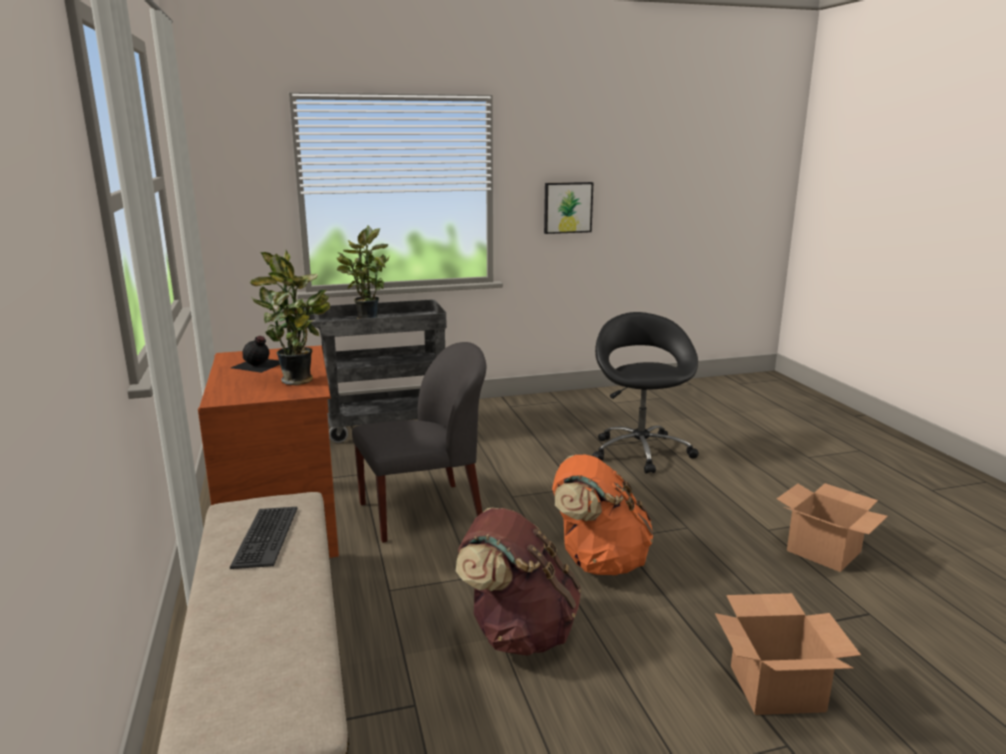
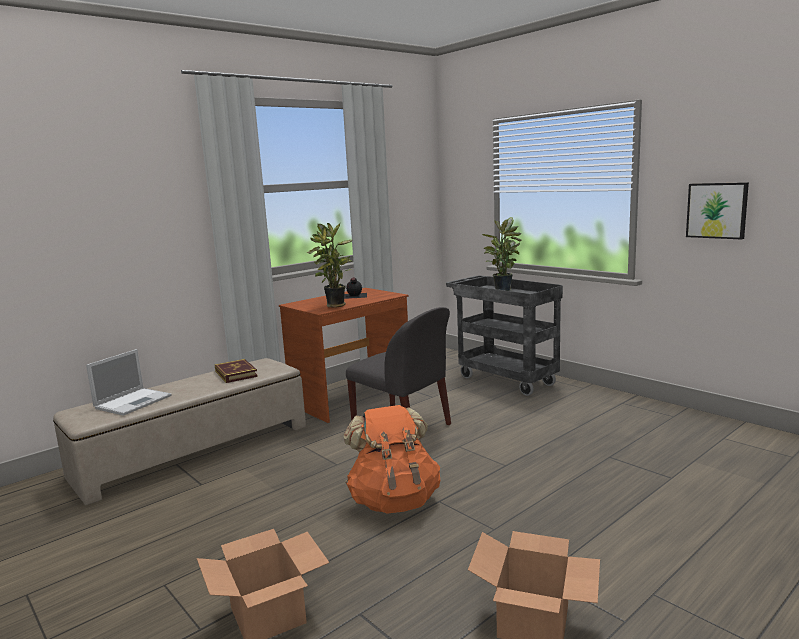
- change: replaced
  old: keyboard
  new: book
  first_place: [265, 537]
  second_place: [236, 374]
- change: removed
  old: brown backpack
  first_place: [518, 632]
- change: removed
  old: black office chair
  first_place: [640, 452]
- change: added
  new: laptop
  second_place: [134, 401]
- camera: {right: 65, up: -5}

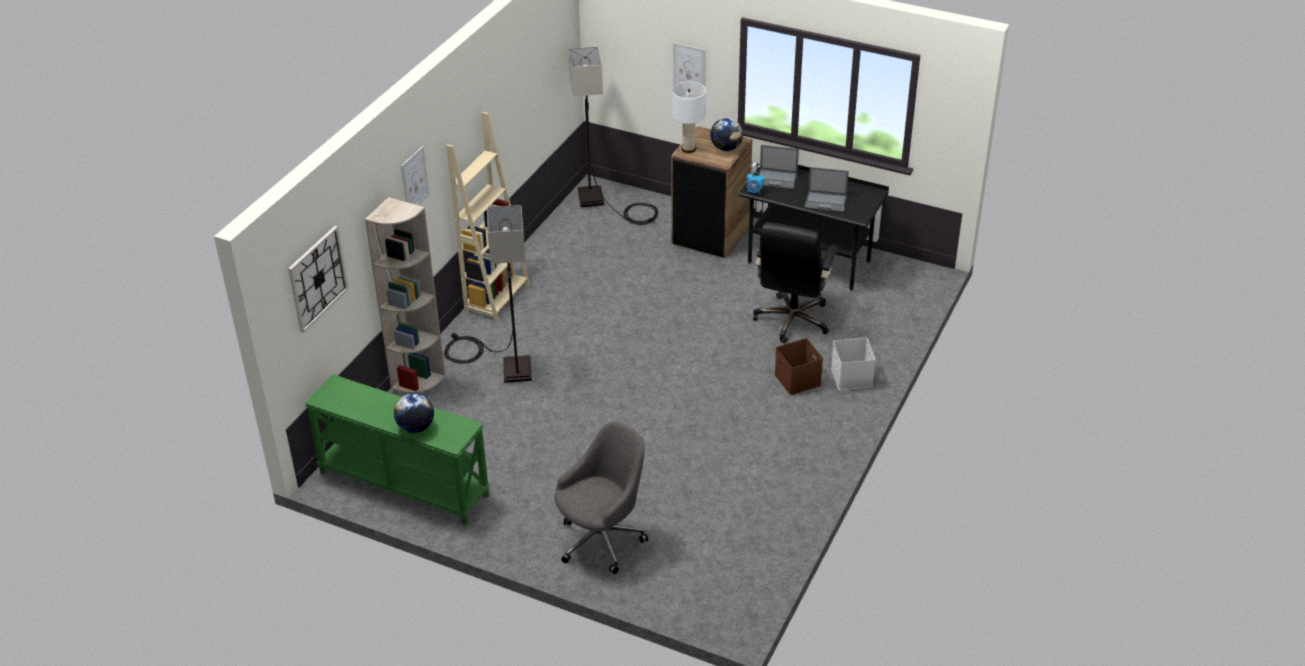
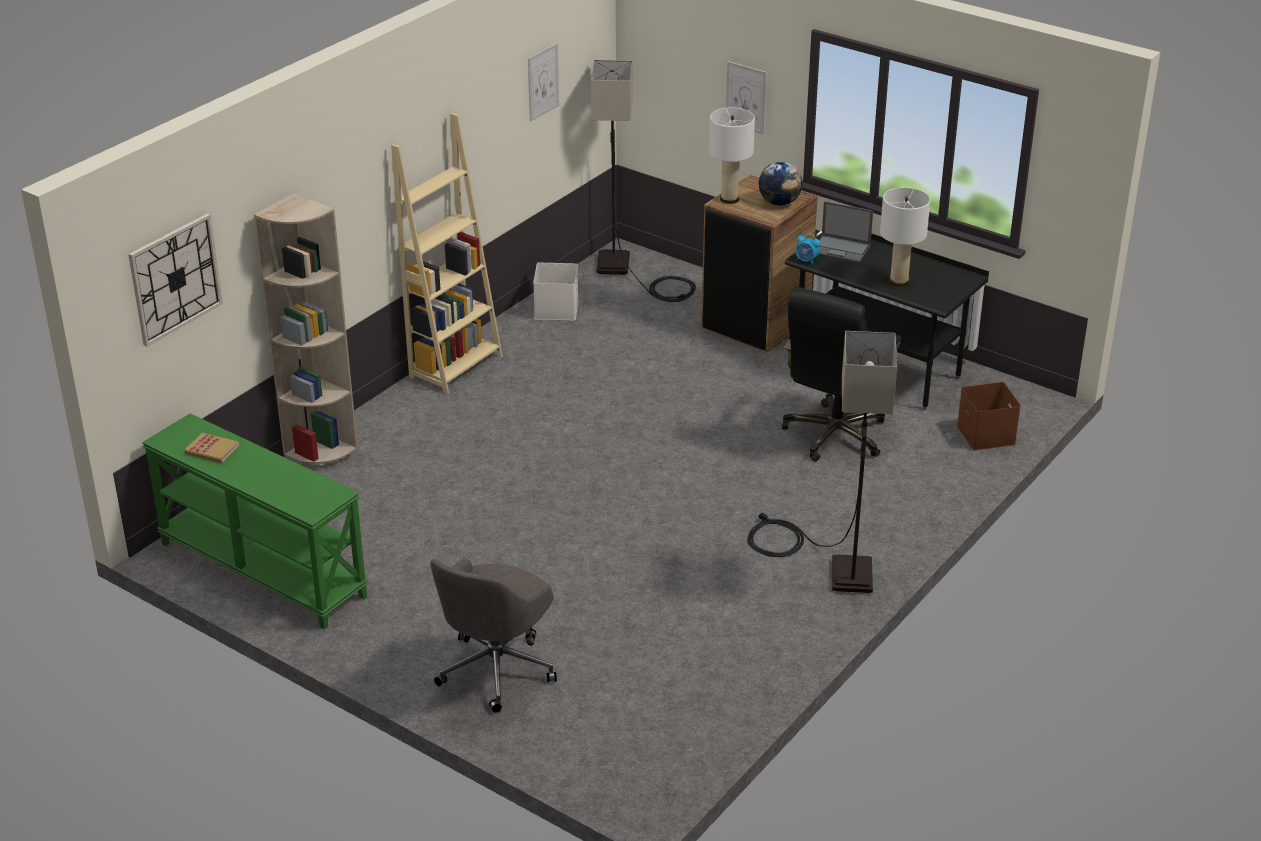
- change: removed
  old: globe
  first_place: [416, 427]
- change: moved
  old: picture
  first_place: [414, 180]
  second_place: [543, 82]
- change: moved
  old: floor lamp
  first_place: [488, 359]
  second_place: [810, 555]
- change: turned
  old: grey office chair
  first_place: [602, 540]
  second_place: [496, 671]
  degrees: 150
- change: moved
  old: brown storage box
  first_place: [798, 380]
  second_place: [987, 435]
- change: replaced
  old: laptop
  new: white table lamp
  first_place: [826, 202]
  second_place: [899, 281]
- change: moved
  old: white storage box
  first_place: [852, 377]
  second_place: [557, 309]
- change: added
  new: book
  second_place: [212, 450]
- camera: {right: 10, up: -5}

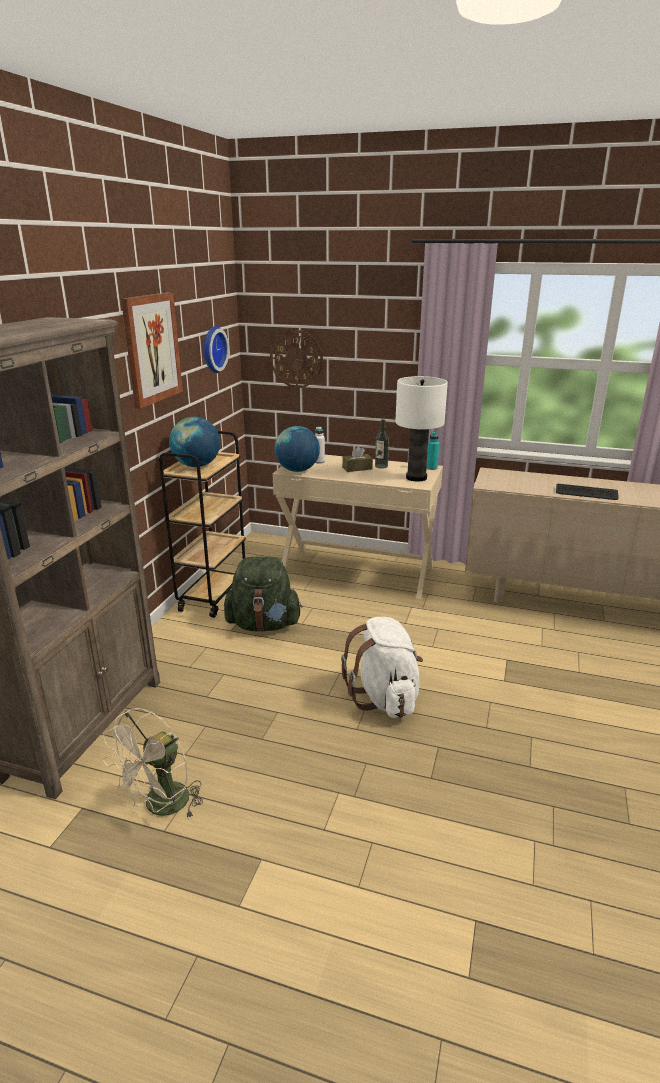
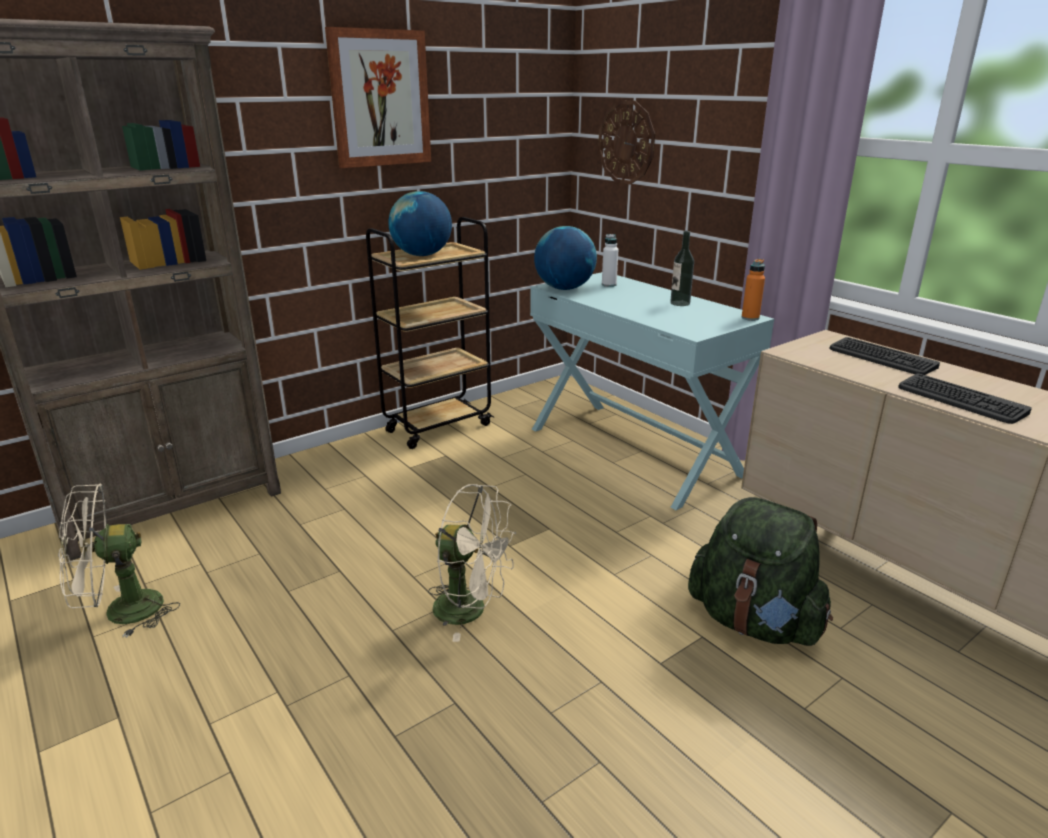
- change: removed
  old: wall clock
  first_place: [212, 349]
- change: moved
  old: green backpack
  first_place: [263, 625]
  second_place: [754, 622]
- change: recoloured
  old: beige desk
  new: turquoise desk
  first_place: [357, 571]
  second_place: [633, 451]
- change: replaced
  old: white backpack
  new: beige fan
  first_place: [385, 698]
  second_place: [471, 610]
- change: removed
  old: brown tissue box
  first_place: [357, 468]
- change: removed
  old: white table lamp
  first_place: [416, 477]
- change: recoloured
  old: turquoise bottle
  new: orange bottle
  first_place: [432, 468]
  second_place: [750, 318]
- change: added
  new: keyboard
  second_place: [881, 358]
- camera: {right: 35, up: 0}

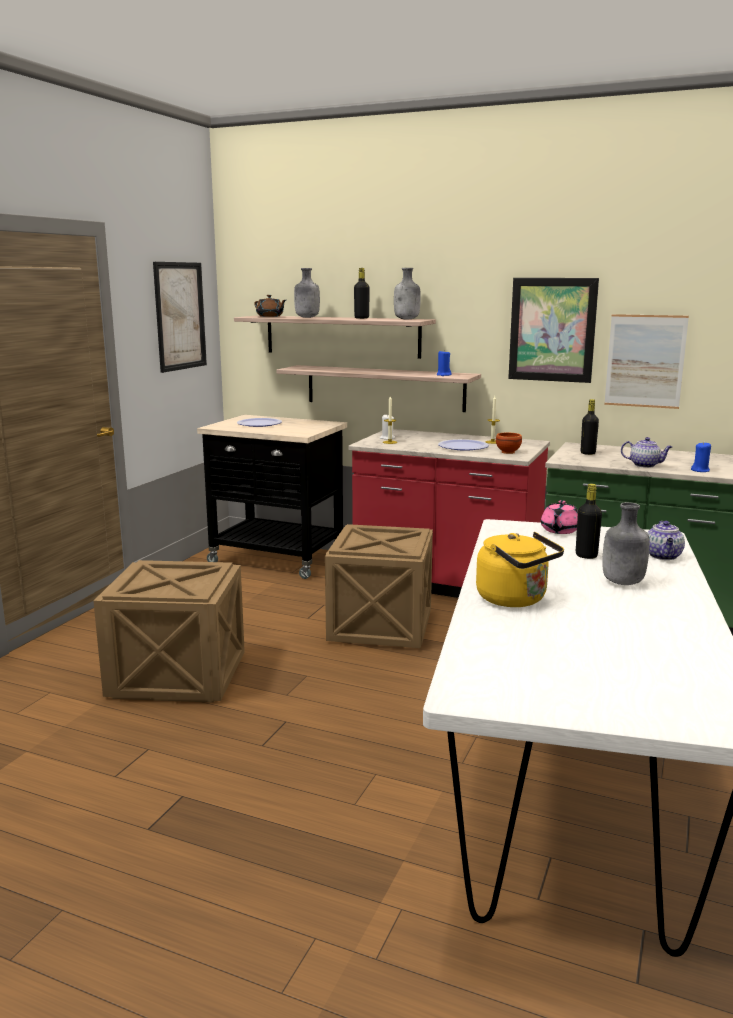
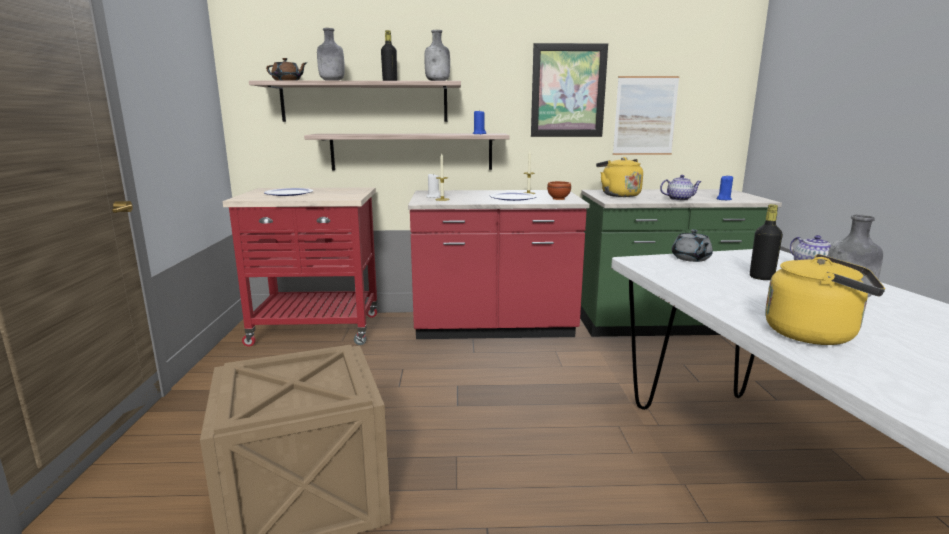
- change: removed
  old: picture
  first_place: [180, 316]
- change: recoloured
  old: black cart
  new: red cart
  first_place: [277, 559]
  second_place: [317, 330]
- change: removed
  old: crate
  first_place: [381, 625]
- change: recoloured
  old: pink teapot
  new: grey teapot
  first_place: [559, 530]
  second_place: [691, 259]
- change: replaced
  old: black bottle
  new: yellow kettle
  first_place: [588, 453]
  second_place: [618, 195]
- camera: {right: -25, up: 0}

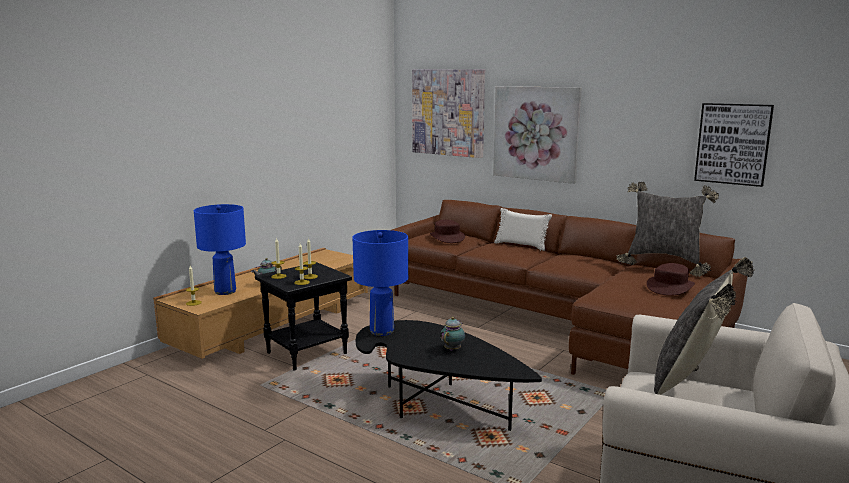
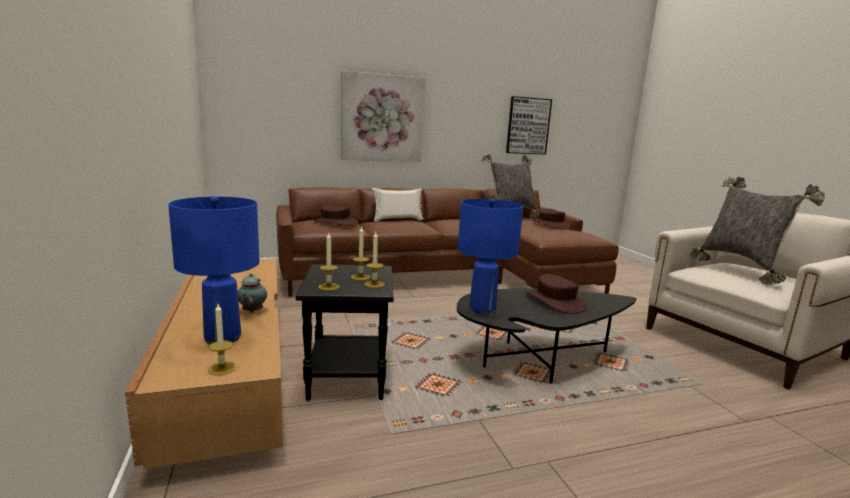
- change: removed
  old: picture
  first_place: [448, 112]
- change: replaced
  old: teapot
  new: brown hat
  first_place: [453, 349]
  second_place: [555, 301]
- camera: {right: -55, up: 0}

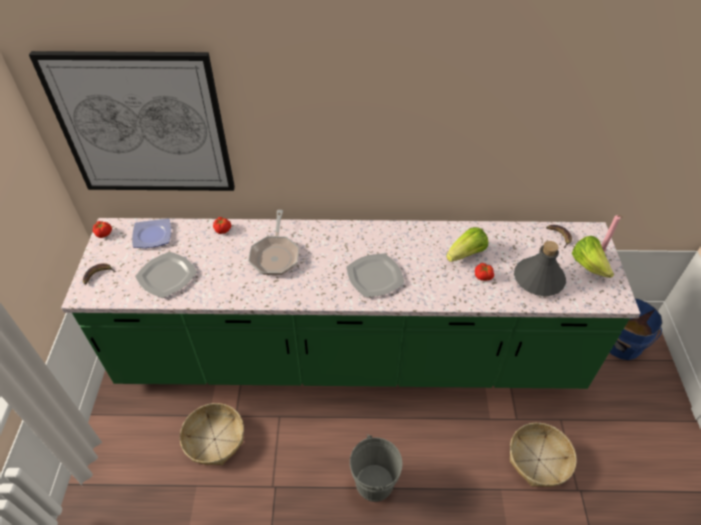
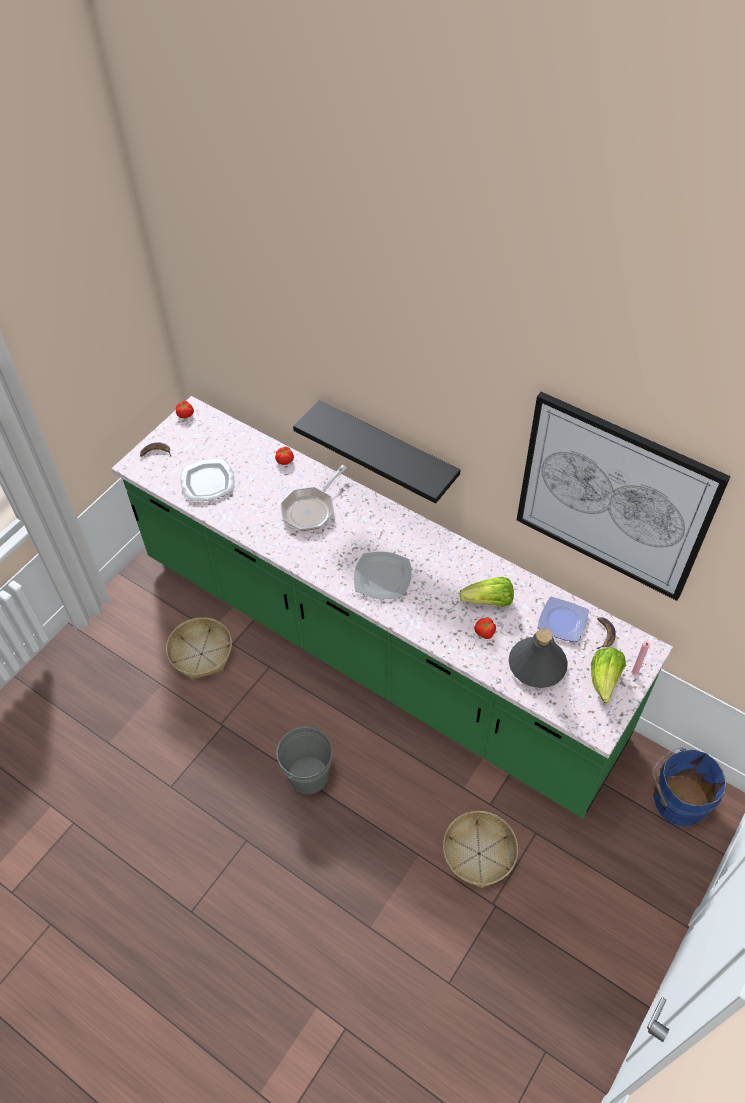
- change: moved
  old: picture
  first_place: [143, 125]
  second_place: [613, 498]
- change: moved
  old: plate
  first_place: [153, 235]
  second_place: [563, 621]
- change: added
  new: black shelf
  second_place: [387, 450]
- camera: {right: 35, up: 5}

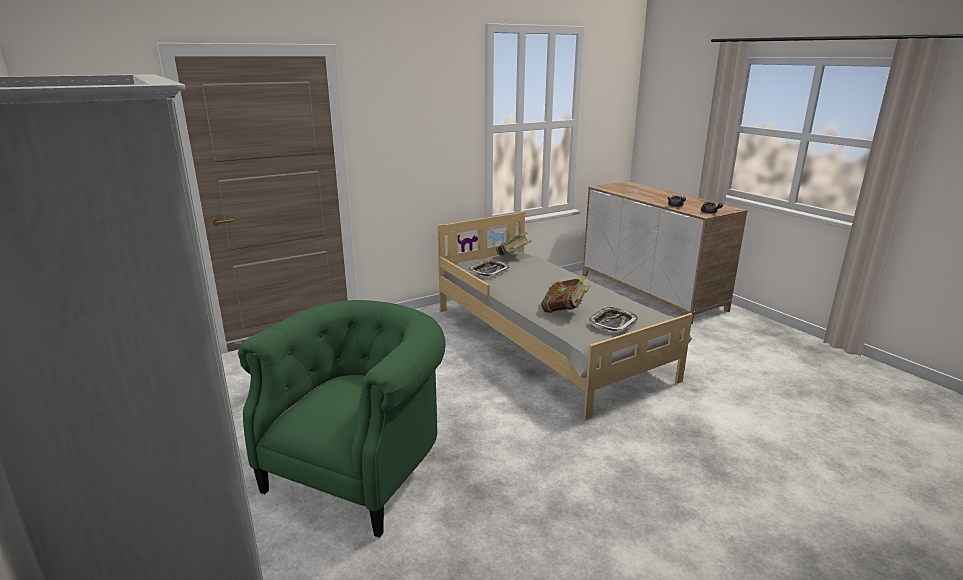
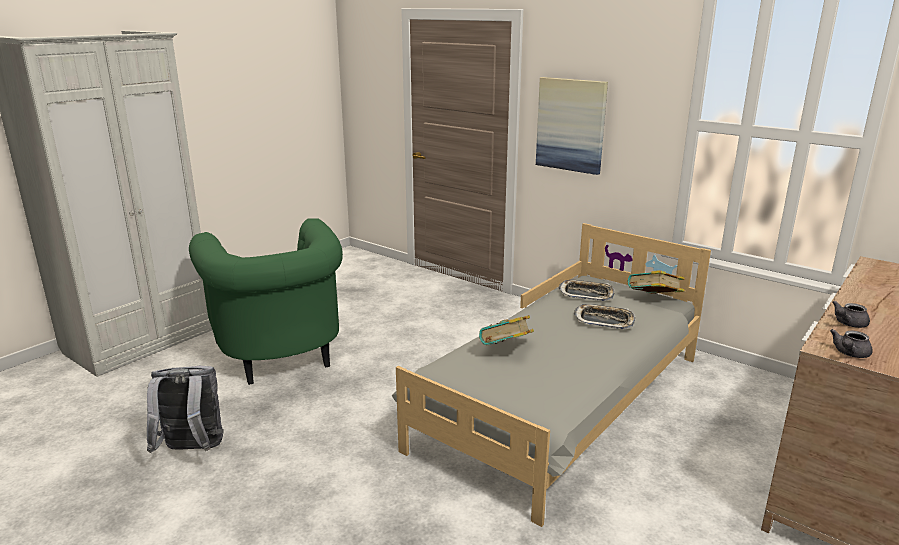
- change: turned
  old: green armchair
  first_place: [361, 469]
  second_place: [279, 354]
  degrees: 60
- change: moved
  old: tray
  first_place: [612, 323]
  second_place: [604, 320]
- change: added
  new: grey backpack
  second_place: [192, 451]
- change: added
  new: picture
  second_place: [571, 125]
- camera: {right: 70, up: 0}

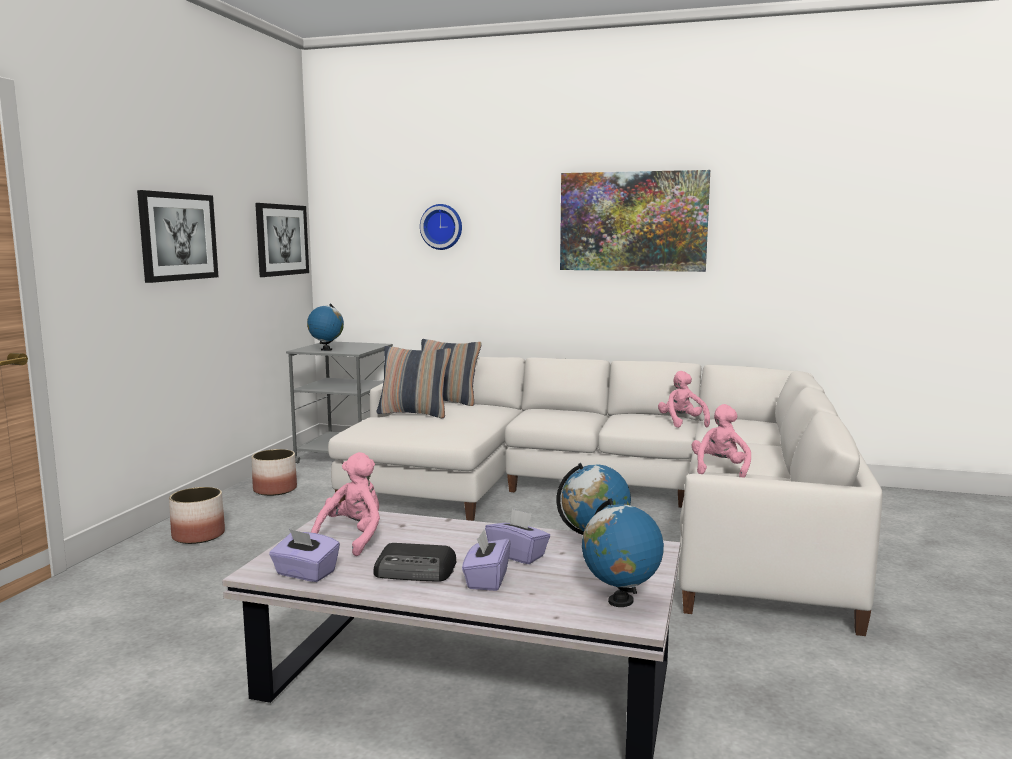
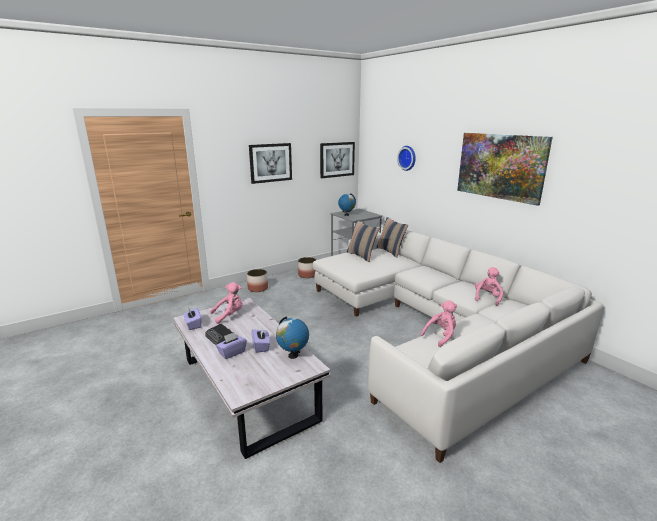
- change: removed
  old: globe
  first_place: [620, 601]
- camera: {right: 40, up: 10}

